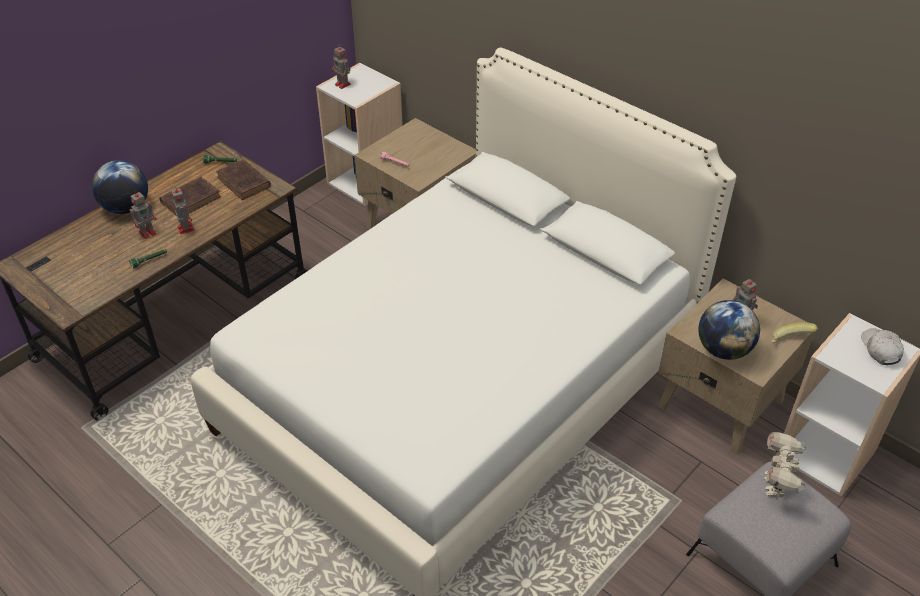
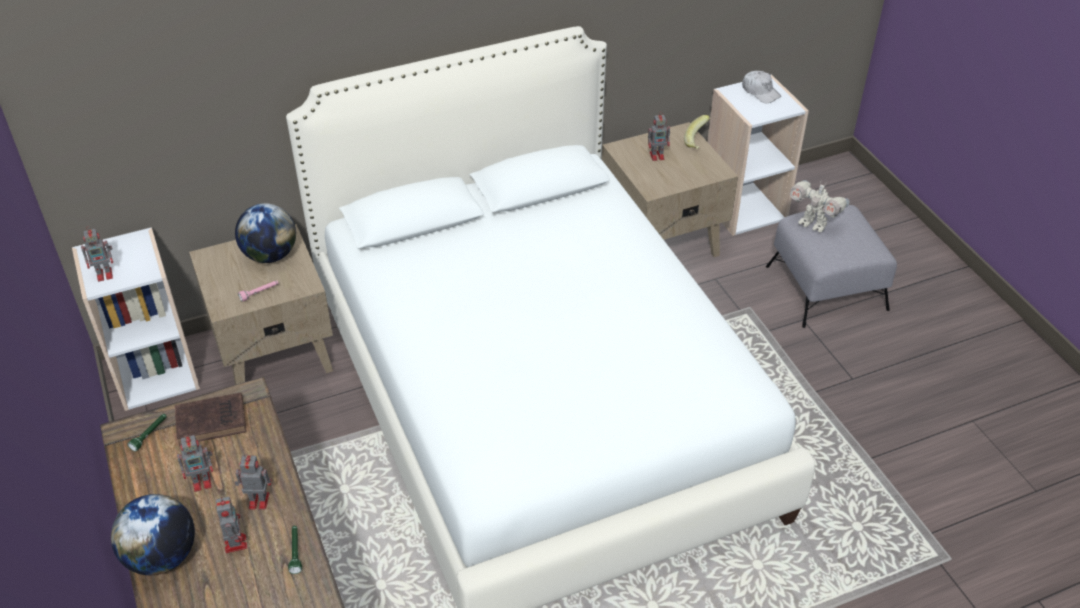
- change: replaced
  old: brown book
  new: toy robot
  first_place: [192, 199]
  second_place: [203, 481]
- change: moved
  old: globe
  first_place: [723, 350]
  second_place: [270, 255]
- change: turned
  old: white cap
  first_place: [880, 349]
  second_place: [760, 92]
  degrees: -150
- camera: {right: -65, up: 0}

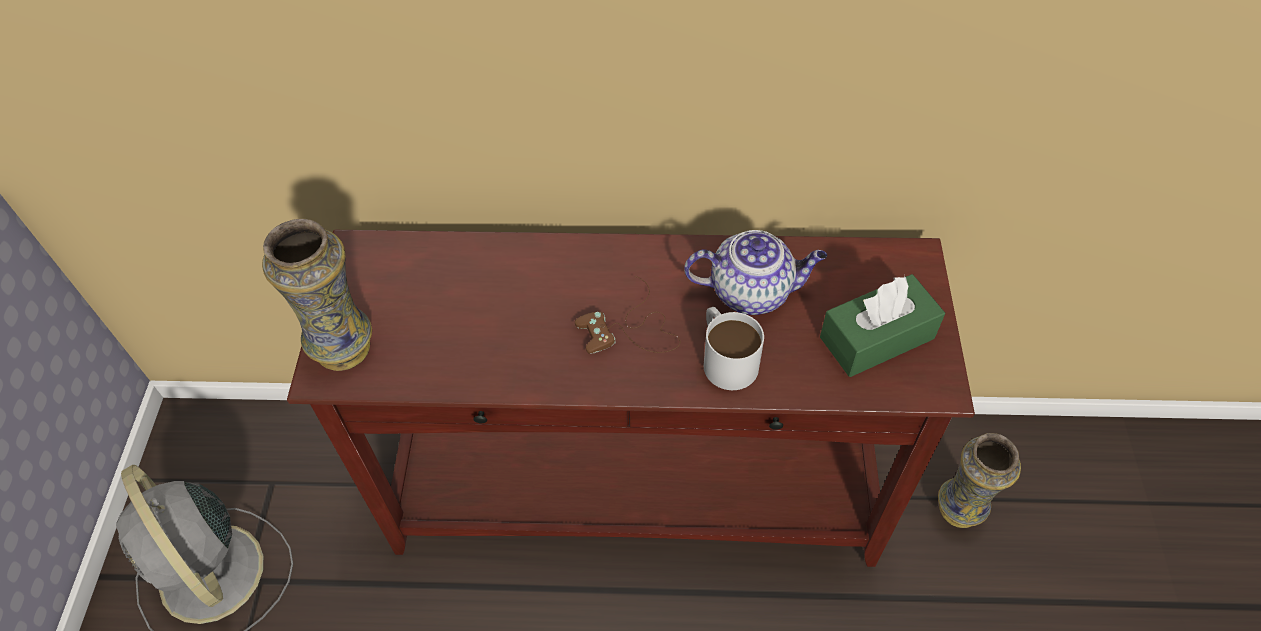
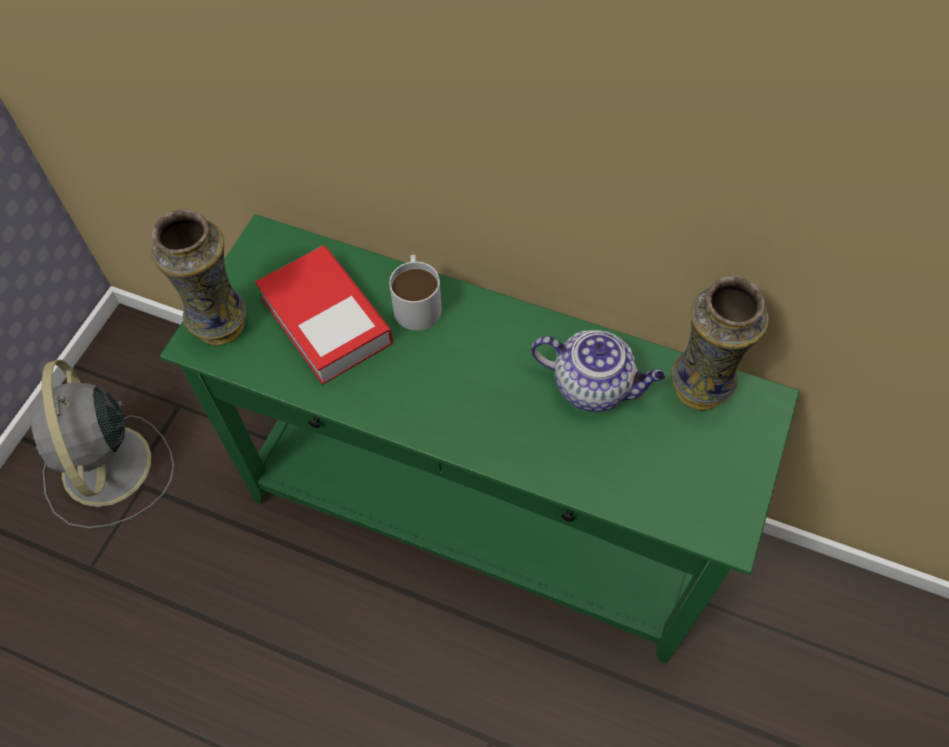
- change: recoloured
  old: brown console table
  new: green console table
  first_place: [637, 487]
  second_place: [480, 515]
- change: removed
  old: brown game controller
  first_place: [631, 329]
- change: moved
  old: white mug
  first_place: [725, 357]
  second_place: [417, 301]
- change: removed
  old: green tissue box
  first_place: [876, 338]
- change: moved
  old: vase
  first_place: [960, 510]
  second_place: [699, 390]
- change: added
  new: book
  second_place: [326, 320]
- camera: {right: 20, up: 5}

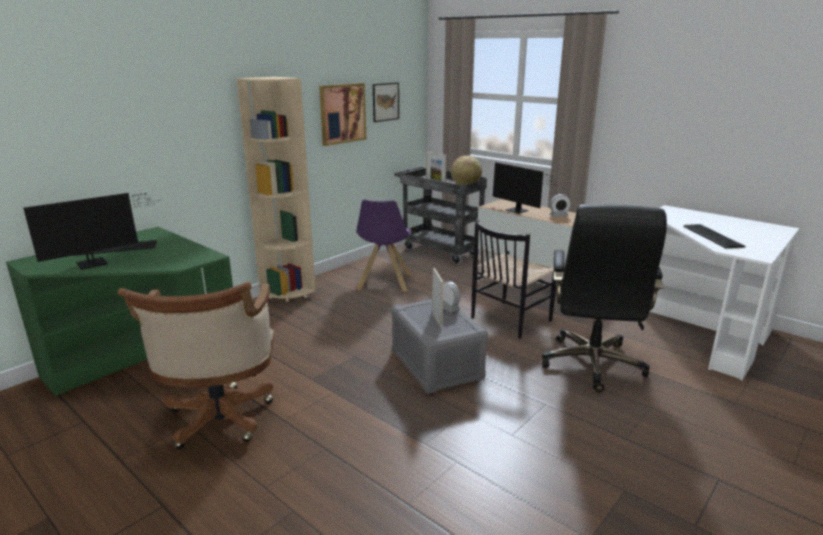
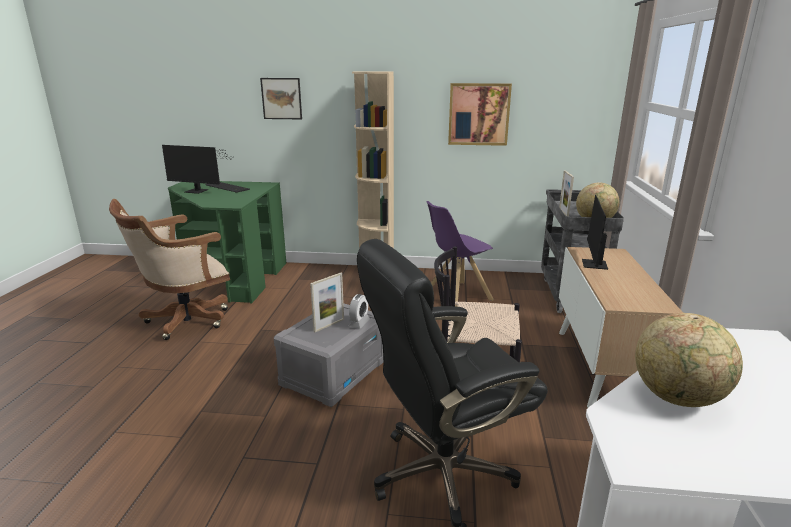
- change: moved
  old: picture
  first_place: [385, 102]
  second_place: [281, 98]
- change: removed
  old: alarm clock
  first_place: [558, 216]
- change: replaced
  old: keyboard
  new: globe
  first_place: [713, 236]
  second_place: [677, 397]
- camera: {right: 55, up: 0}

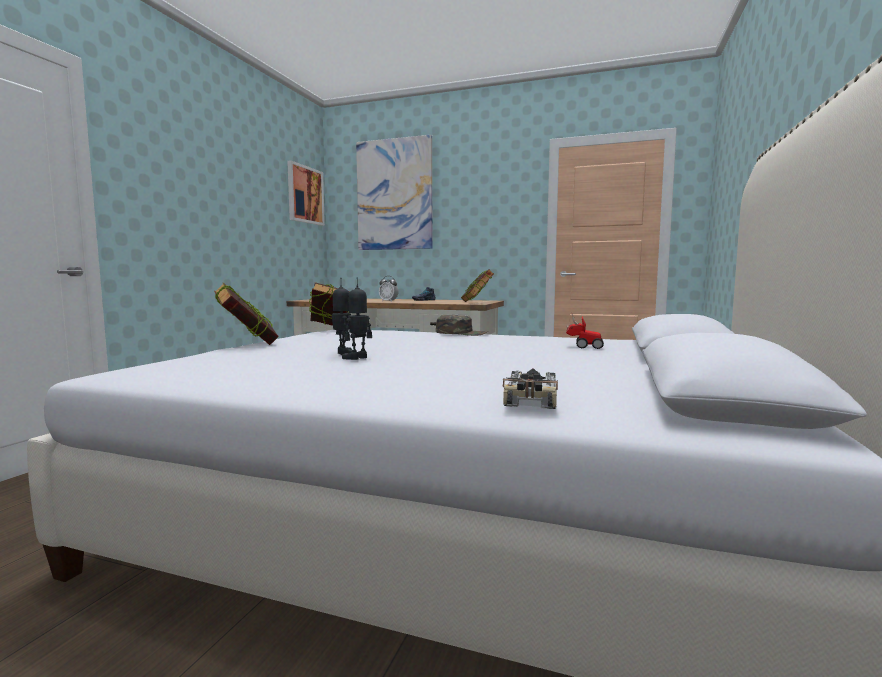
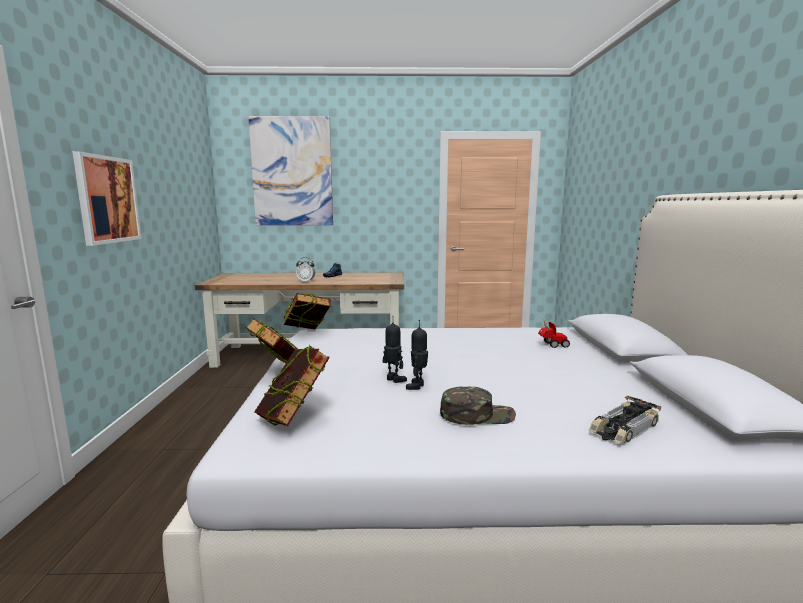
- change: moved
  old: picture
  first_place: [305, 195]
  second_place: [107, 199]
- change: moved
  old: green cap
  first_place: [461, 333]
  second_place: [477, 414]
- change: moved
  old: book
  first_place: [477, 302]
  second_place: [293, 420]
- change: turned
  old: toy car
  first_place: [531, 397]
  second_place: [623, 428]
  degrees: -120
- camera: {right: -20, up: 5}

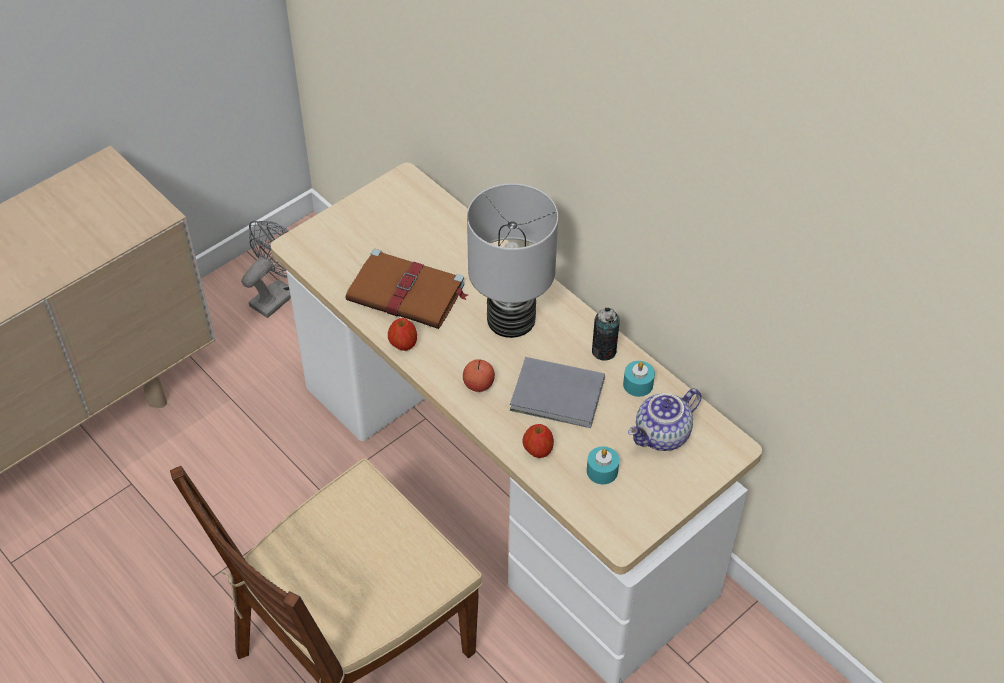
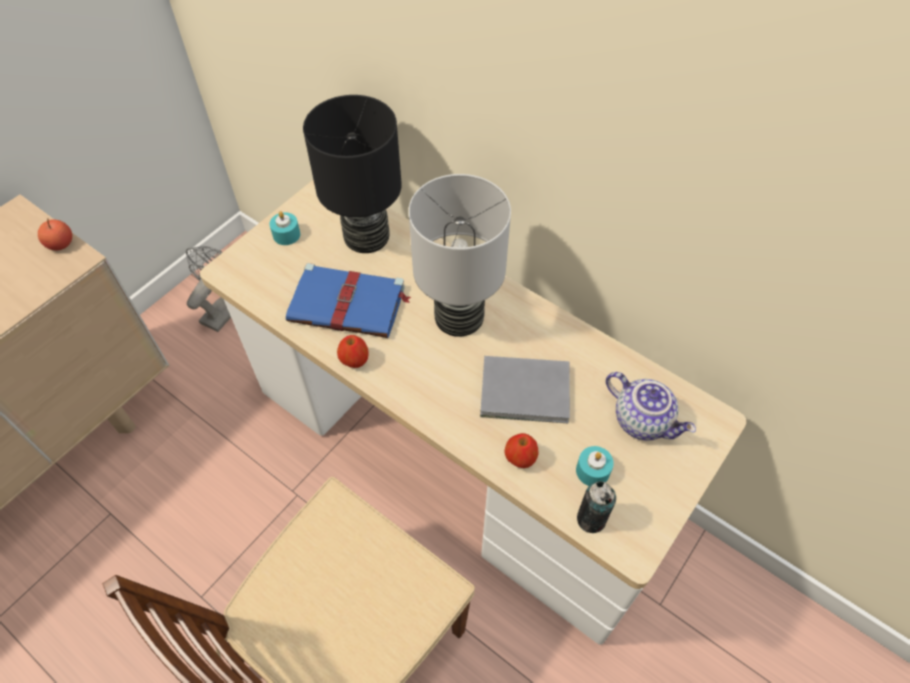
- change: recoloured
  old: brown book
  new: blue book
  first_place: [408, 293]
  second_place: [349, 304]
- change: moved
  old: apple
  first_place: [478, 384]
  second_place: [61, 244]
- change: moved
  old: can
  first_place: [604, 351]
  second_place: [591, 519]
- change: moved
  old: turquoise candle
  first_place: [638, 384]
  second_place: [286, 235]
- change: turned
  old: teapot
  first_place: [662, 436]
  second_place: [643, 420]
  degrees: -90
- change: added
  new: black table lamp
  second_place: [366, 236]
- camera: {right: -10, up: 5}

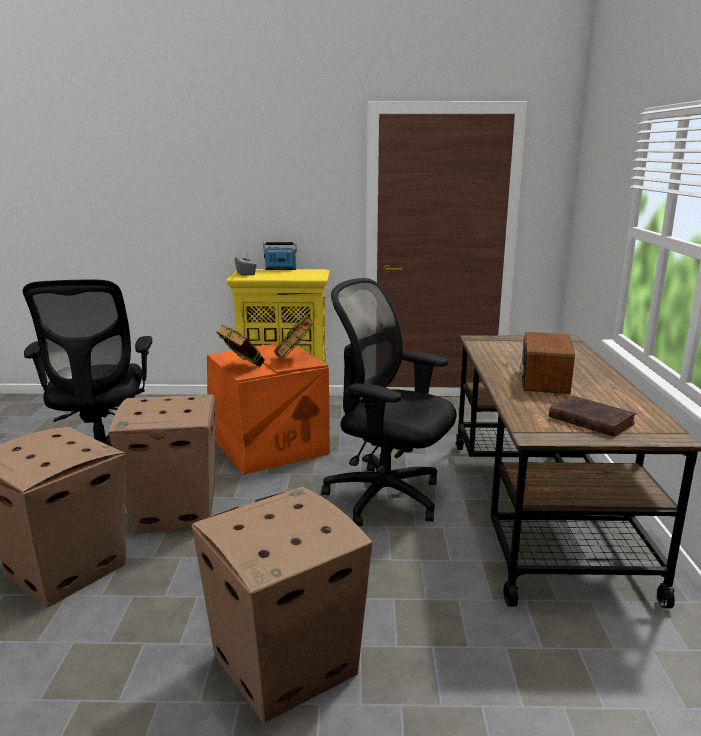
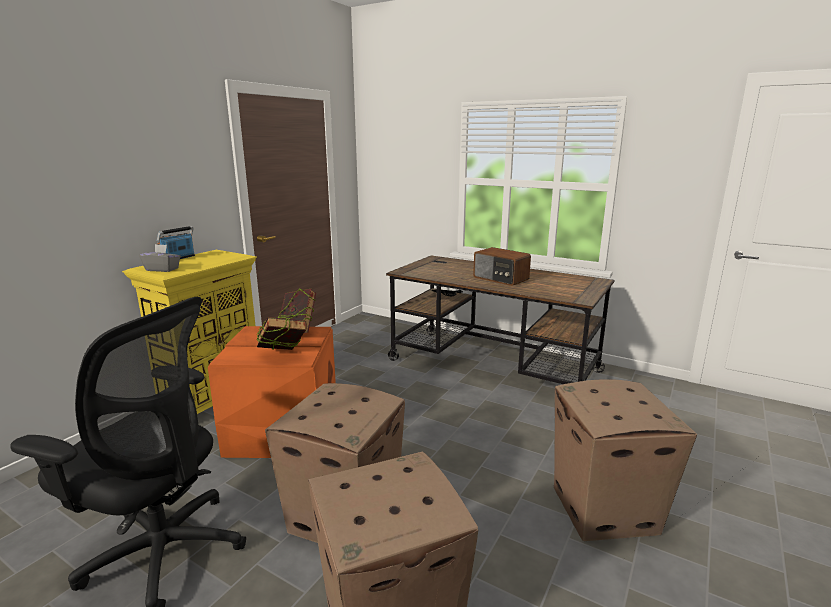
- change: removed
  old: black office chair
  first_place: [391, 497]
- change: removed
  old: brown book
  first_place: [589, 420]
- camera: {right: -60, up: 0}

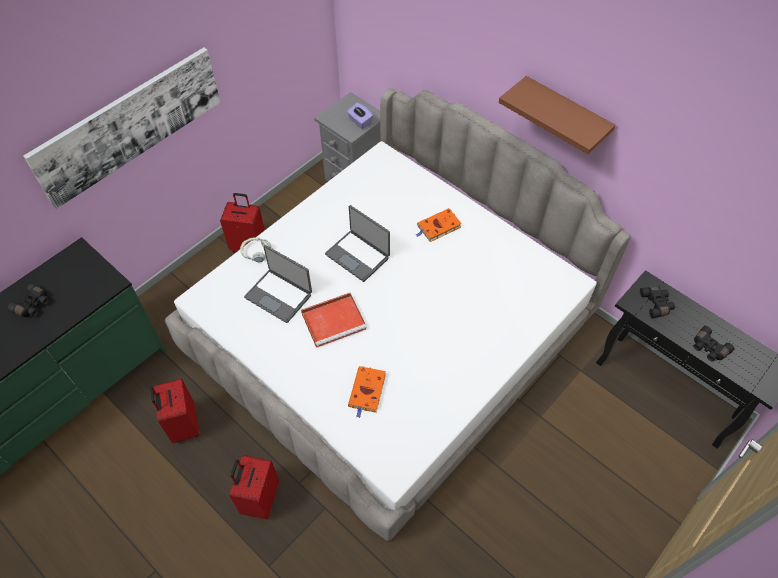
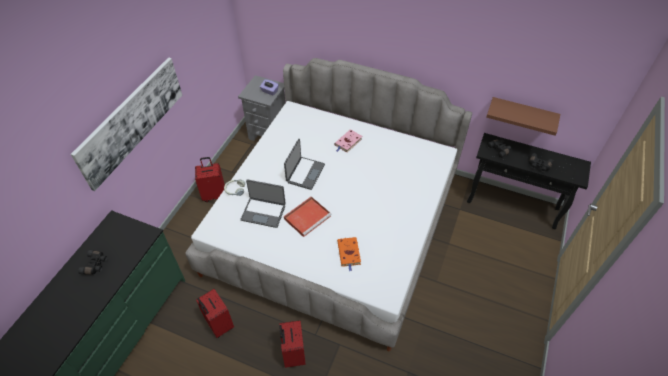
- change: turned
  old: laptop
  first_place: [358, 255]
  second_place: [305, 173]
  degrees: -90
- change: recoloured
  old: orange book
  new: pink book
  first_place: [438, 227]
  second_place: [348, 143]
- change: moved
  old: brown shelf
  first_place: [565, 114]
  second_place: [522, 114]
- camera: {right: -20, up: -5}

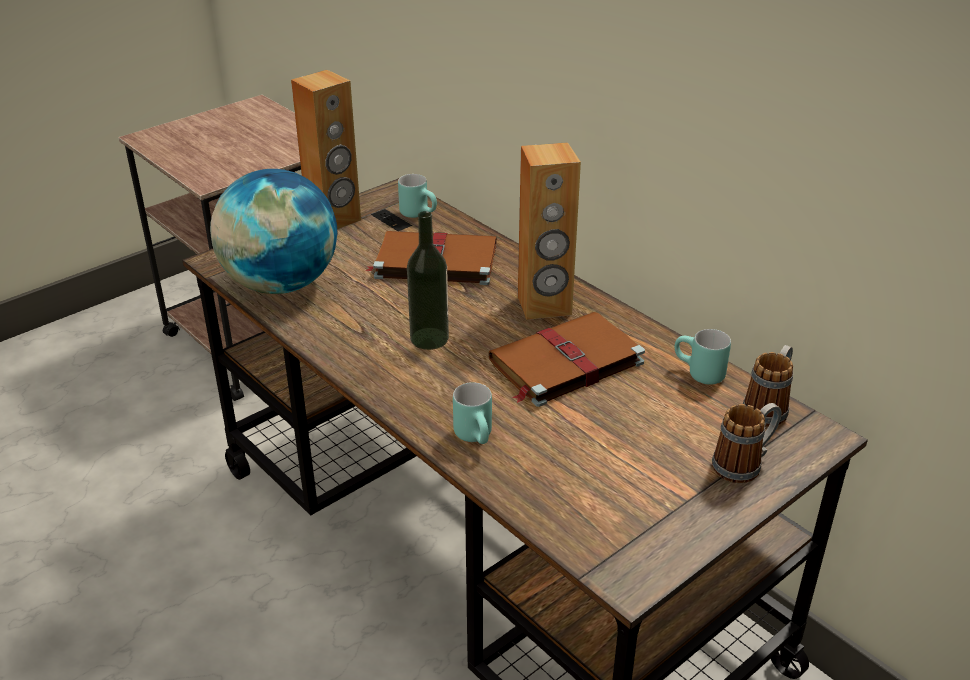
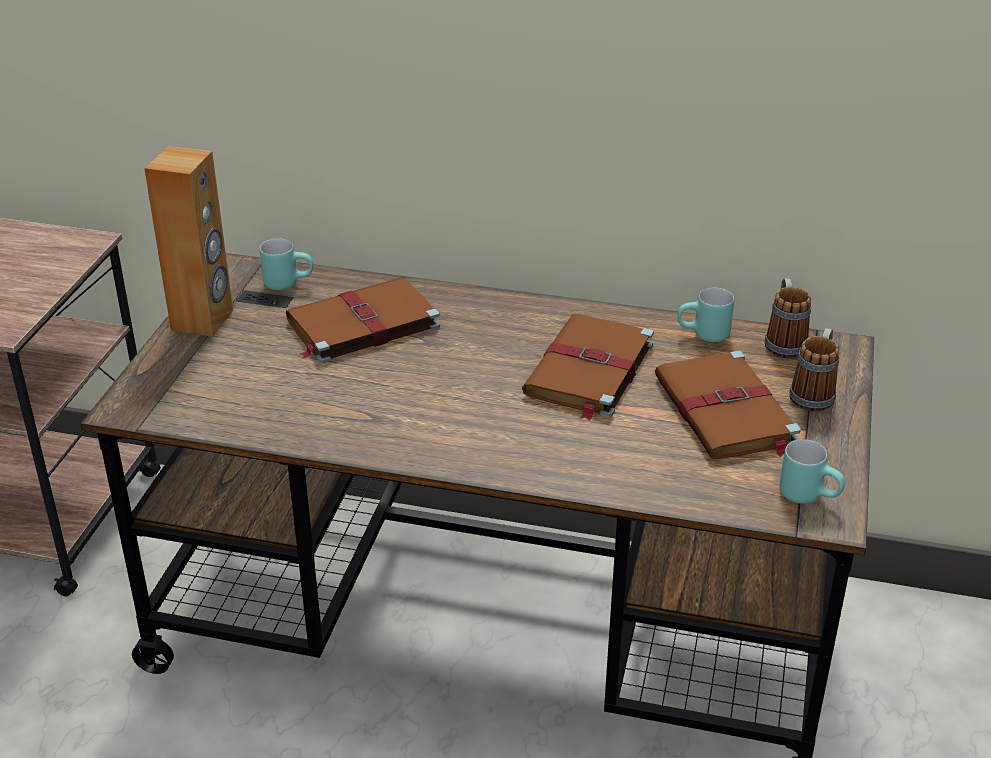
- change: removed
  old: globe
  first_place: [281, 284]
- change: removed
  old: bottle
  first_place: [429, 338]
- change: moved
  old: turquoise mug
  first_place: [478, 437]
  second_place: [810, 495]
- change: removed
  old: brown speaker
  first_place: [544, 306]
- change: added
  new: brown book
  second_place: [726, 412]
- camera: {right: -35, up: 0}

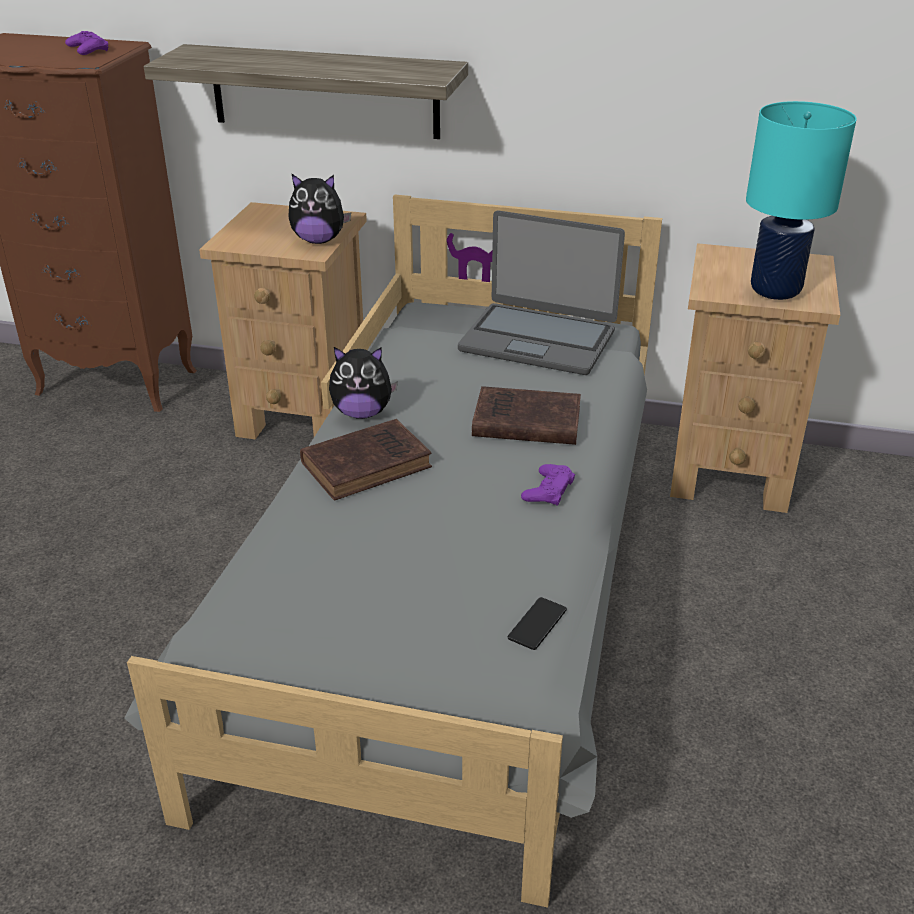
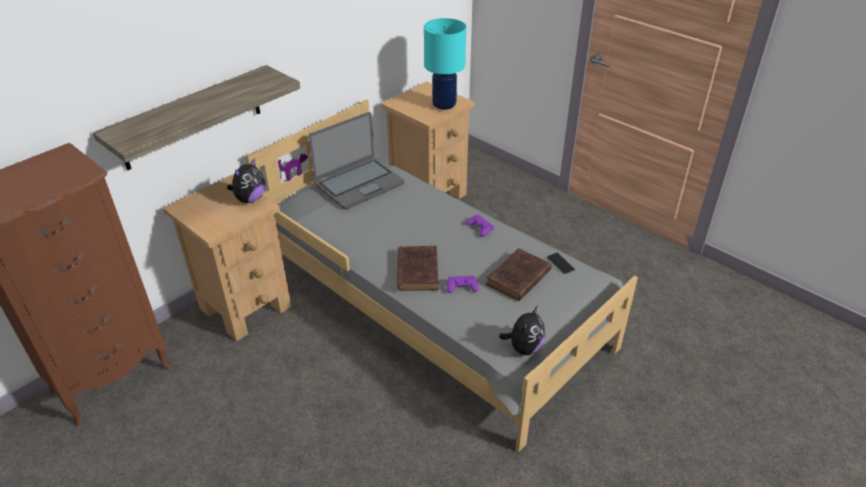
- change: moved
  old: purple game controller
  first_place: [88, 49]
  second_place: [462, 287]
- change: moved
  old: plush toy
  first_place: [362, 413]
  second_place: [524, 348]
- change: moved
  old: brown book
  first_place: [523, 422]
  second_place: [517, 278]
- camera: {right: -60, up: 5}

